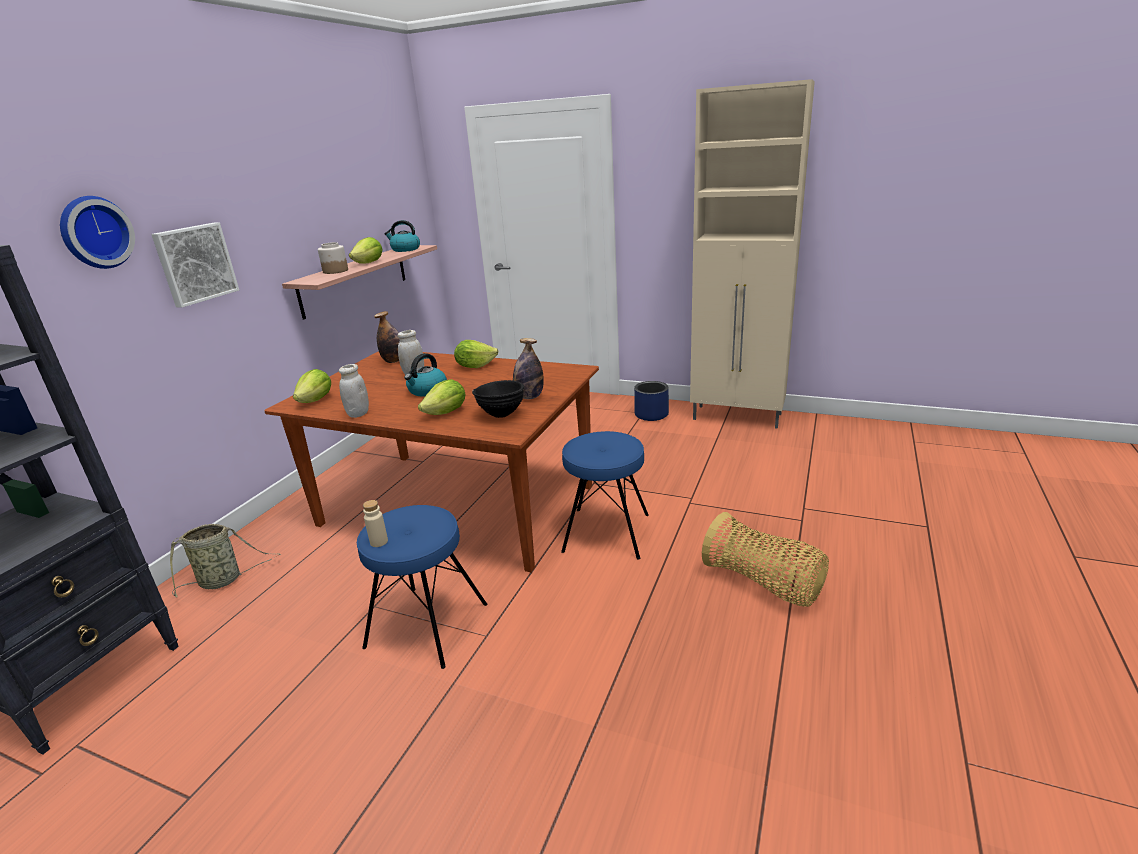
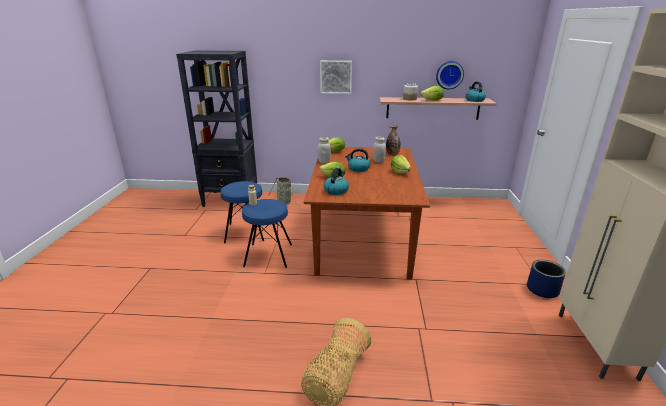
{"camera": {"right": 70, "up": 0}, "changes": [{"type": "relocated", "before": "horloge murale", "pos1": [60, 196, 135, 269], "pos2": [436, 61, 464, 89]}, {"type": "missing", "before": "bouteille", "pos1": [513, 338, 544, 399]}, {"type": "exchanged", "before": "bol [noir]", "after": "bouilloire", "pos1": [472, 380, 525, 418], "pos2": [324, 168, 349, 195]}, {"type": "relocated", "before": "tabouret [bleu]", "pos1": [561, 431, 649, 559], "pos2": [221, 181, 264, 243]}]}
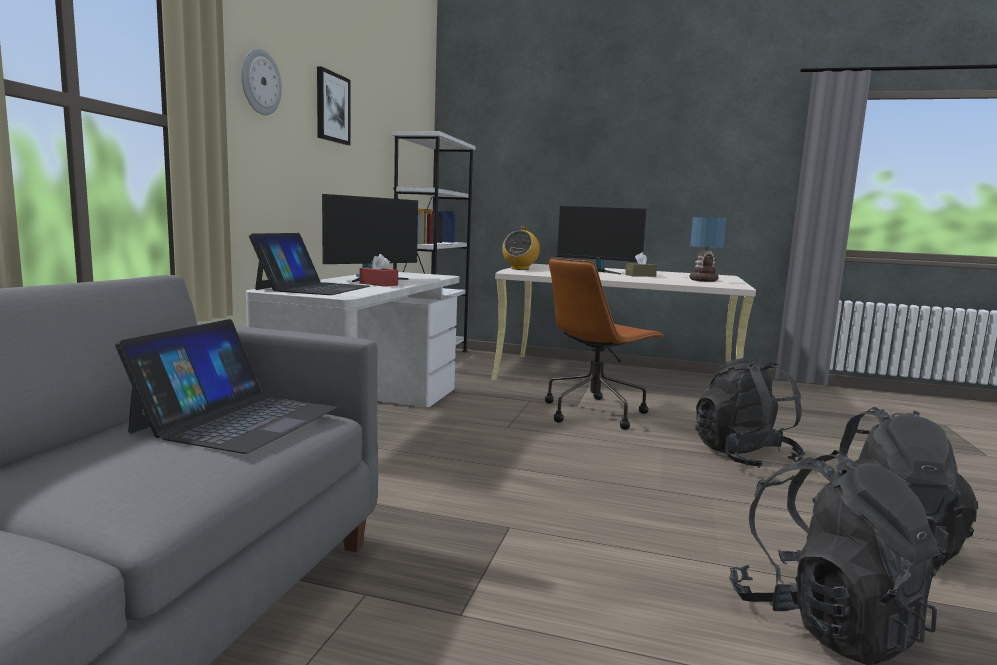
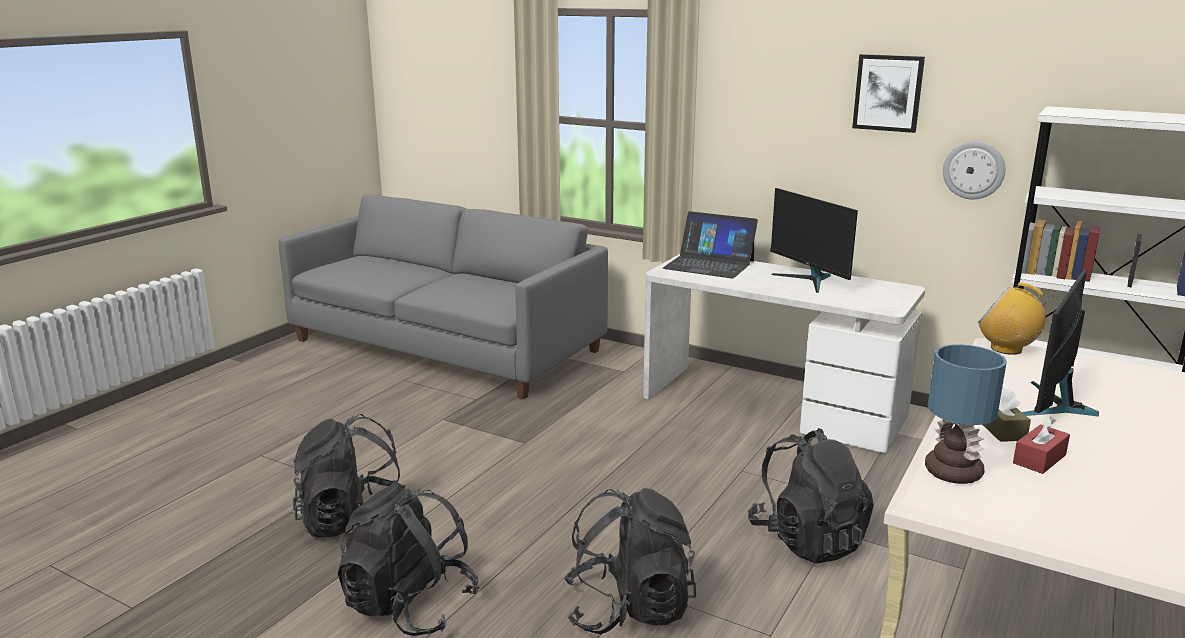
{"camera": {"right": 105, "up": 10}, "changes": [{"type": "relocated", "before": "horloge murale", "pos1": [241, 48, 282, 115], "pos2": [943, 141, 1005, 199]}, {"type": "relocated", "before": "boîte à mouchoirs [rouge]", "pos1": [360, 254, 398, 287], "pos2": [1013, 417, 1070, 474]}, {"type": "exchanged", "before": "chaise de bureau [marron]", "after": "sac à dos [noir]", "pos1": [545, 258, 664, 430], "pos2": [748, 428, 874, 564]}, {"type": "missing", "before": "ordinateur portable", "pos1": [115, 319, 337, 454]}]}
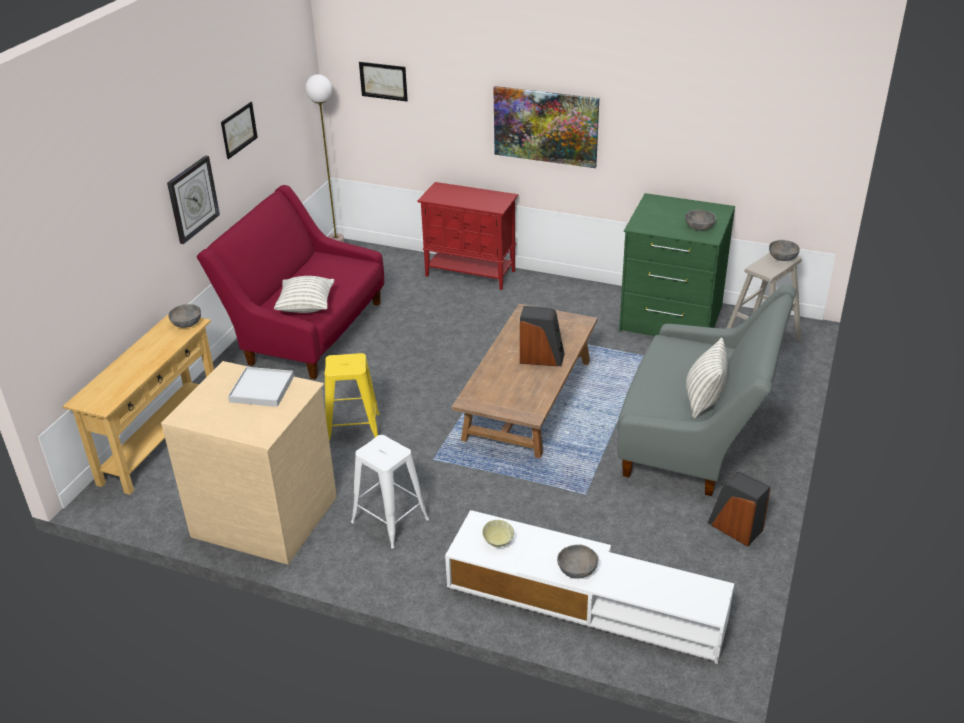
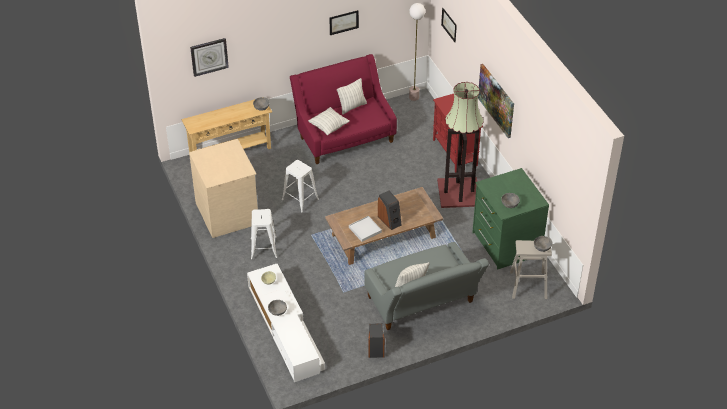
{"camera": {"right": 45, "up": 10}, "changes": [{"type": "relocated", "before": "horloge murale", "pos1": [167, 155, 220, 244], "pos2": [190, 38, 229, 77]}, {"type": "colour", "before": "tabouret [jaune]", "after": "tabouret [blanc]", "pos1": [325, 353, 380, 441], "pos2": [282, 160, 319, 213]}, {"type": "relocated", "before": "plateau [blanc]", "pos1": [228, 367, 294, 407], "pos2": [349, 216, 382, 242]}, {"type": "appeared", "after": "coussin", "pos2": [337, 78, 367, 115]}, {"type": "appeared", "after": "lampadaire", "pos2": [437, 82, 483, 208]}]}
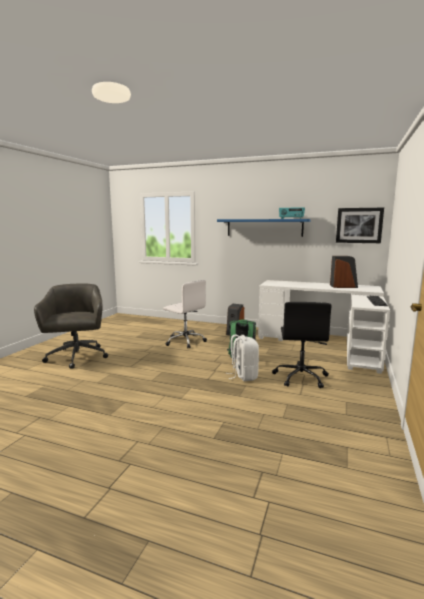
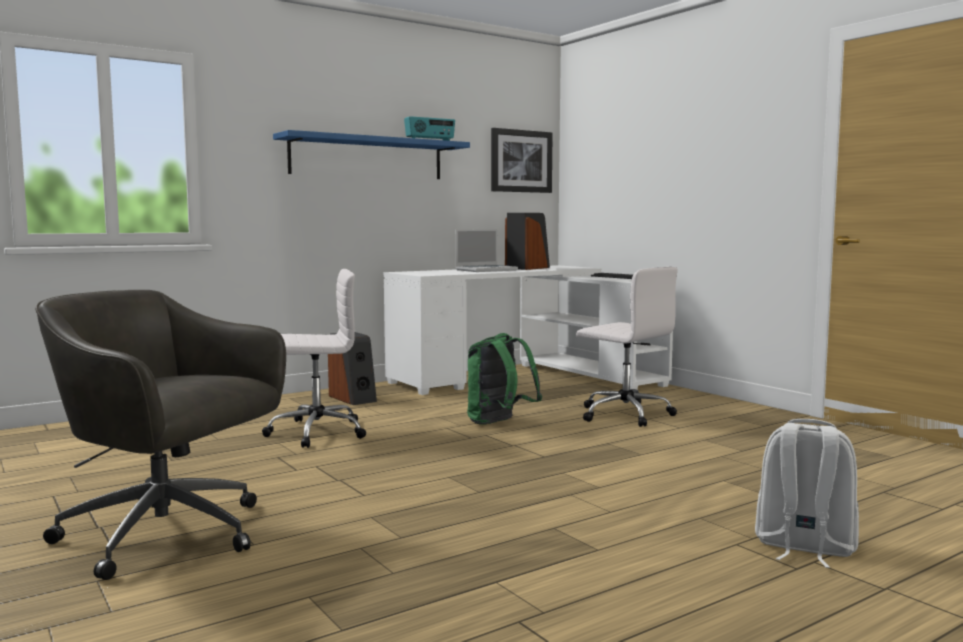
{"camera": {"right": -55, "up": -5}, "changes": [{"type": "colour", "before": "chaise de bureau [noir]", "after": "chaise de bureau [blanc]", "pos1": [272, 302, 331, 388], "pos2": [576, 267, 678, 427]}, {"type": "relocated", "before": "sac à dos [blanc]", "pos1": [226, 334, 259, 381], "pos2": [755, 419, 859, 568]}, {"type": "appeared", "after": "ordinateur portable", "pos2": [455, 229, 518, 272]}]}
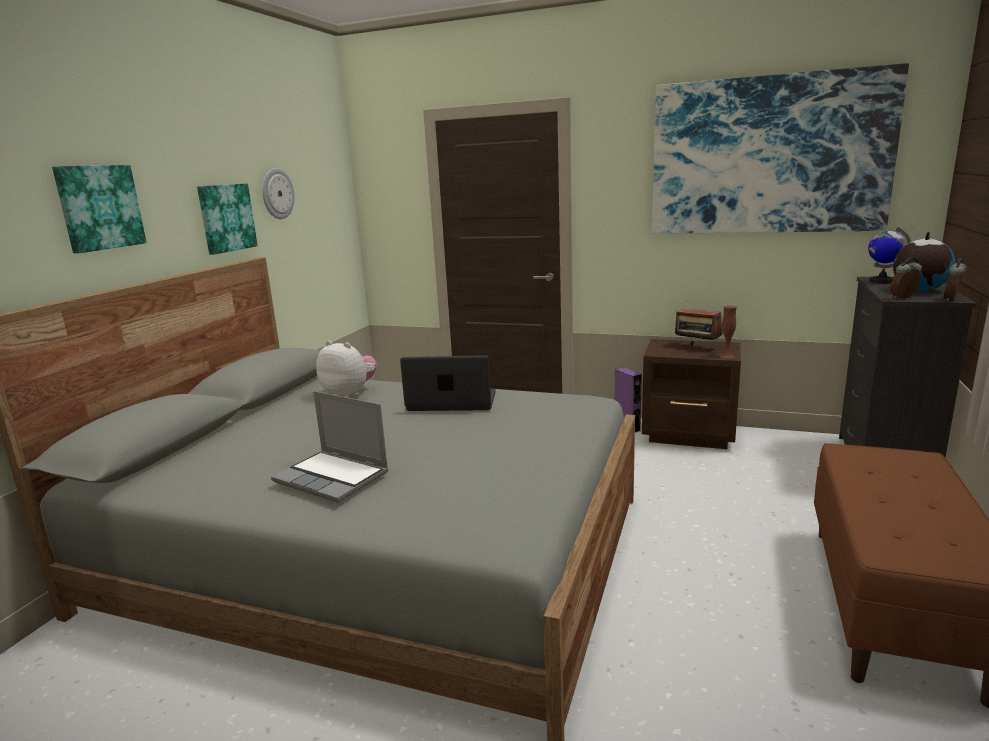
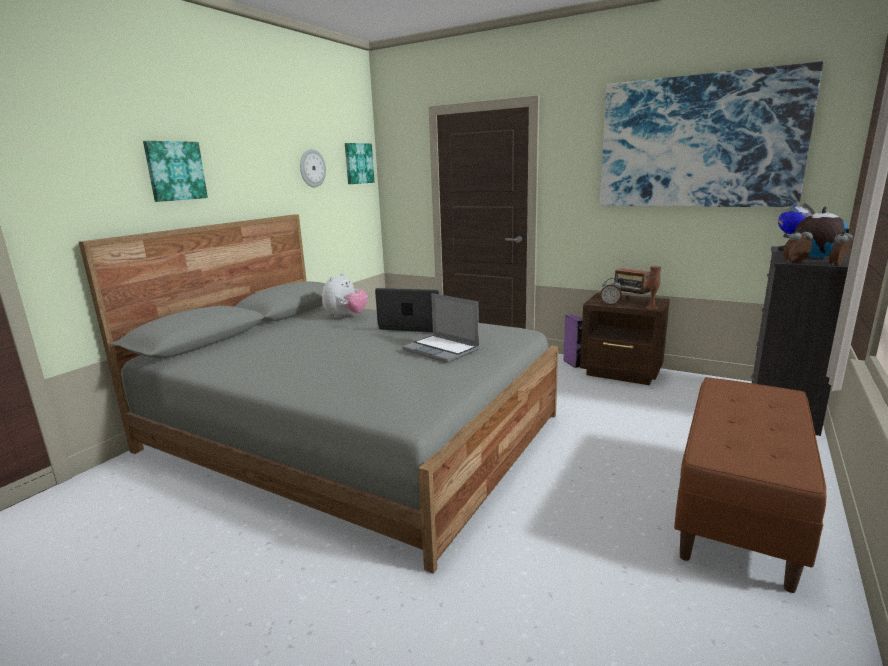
{"camera": {"right": 10, "up": 0}, "changes": [{"type": "relocated", "before": "tableau", "pos1": [197, 184, 258, 254], "pos2": [345, 143, 374, 184]}, {"type": "spun", "before": "peluche", "pos1": [316, 340, 377, 398], "pos2": [322, 273, 368, 318], "turn": 75}, {"type": "relocated", "before": "ordinateur portable", "pos1": [271, 391, 389, 503], "pos2": [402, 293, 479, 363]}, {"type": "appeared", "after": "réveil", "pos2": [600, 278, 622, 305]}]}
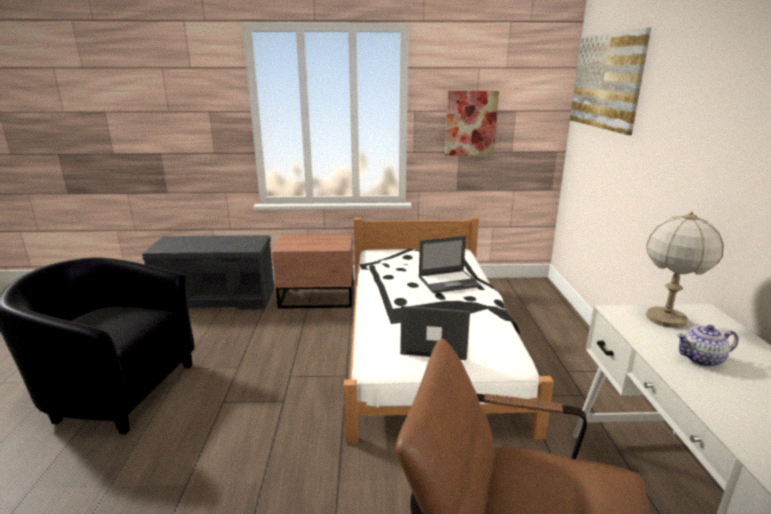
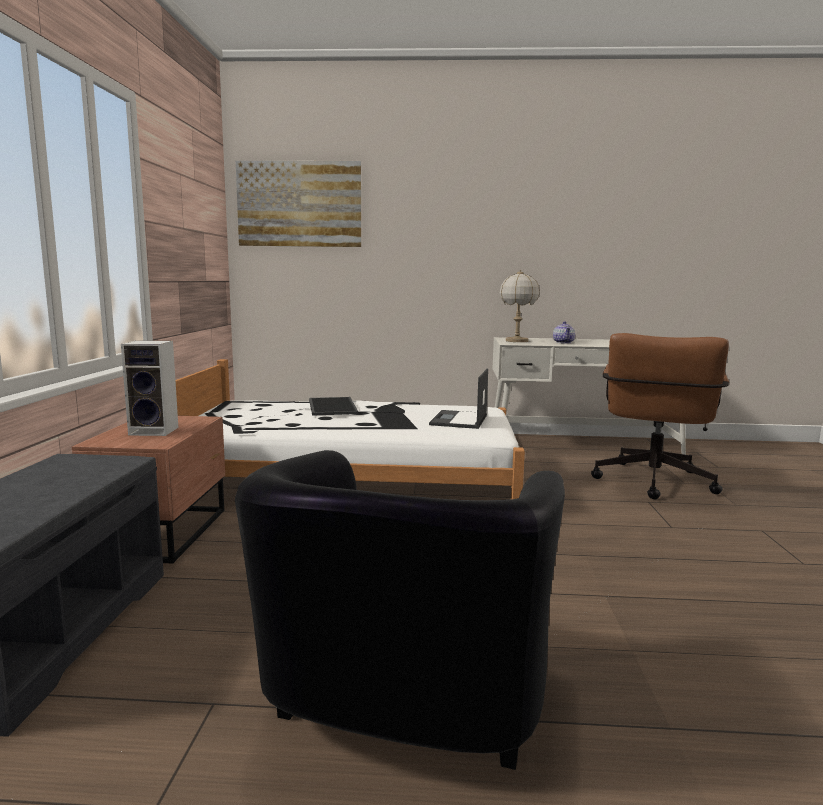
{"camera": {"right": -85, "up": -10}, "changes": [{"type": "missing", "before": "tableau", "pos1": [445, 91, 499, 155]}, {"type": "exchanged", "before": "ordinateur portable", "after": "plateau", "pos1": [419, 236, 480, 293], "pos2": [309, 397, 358, 416]}, {"type": "appeared", "after": "enceinte", "pos2": [121, 340, 178, 436]}]}
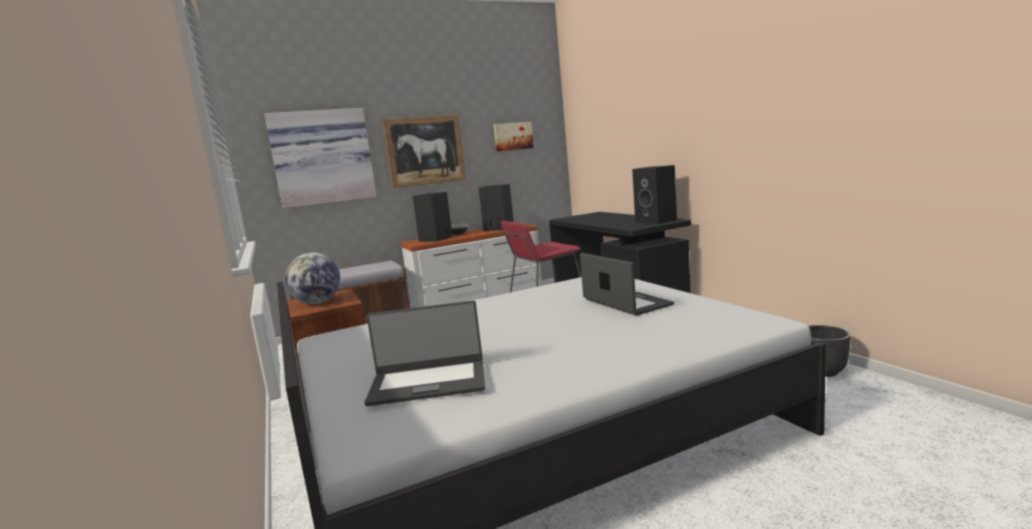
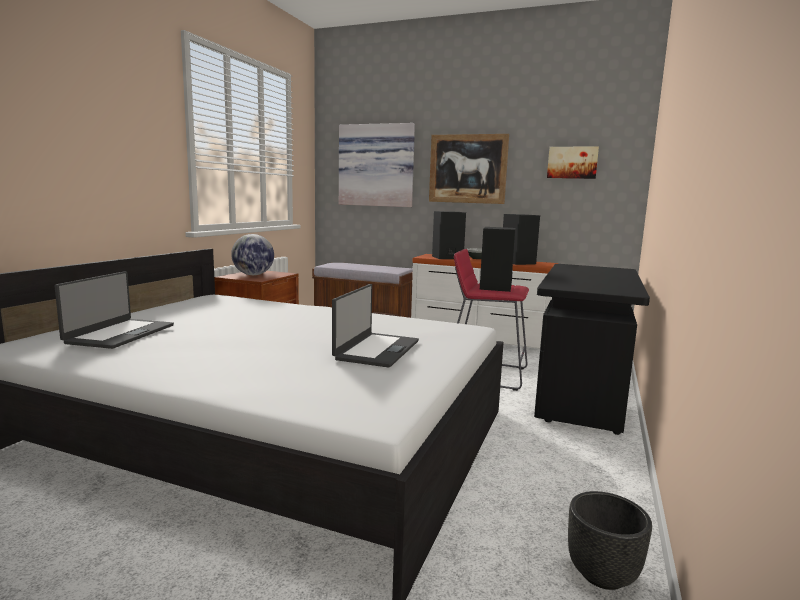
{"camera": {"right": 45, "up": 0}, "changes": [{"type": "relocated", "before": "enceinte [noir]", "pos1": [632, 165, 677, 224], "pos2": [480, 227, 515, 292]}, {"type": "spun", "before": "ordinateur portable", "pos1": [364, 300, 485, 406], "pos2": [55, 271, 174, 349], "turn": -120}]}
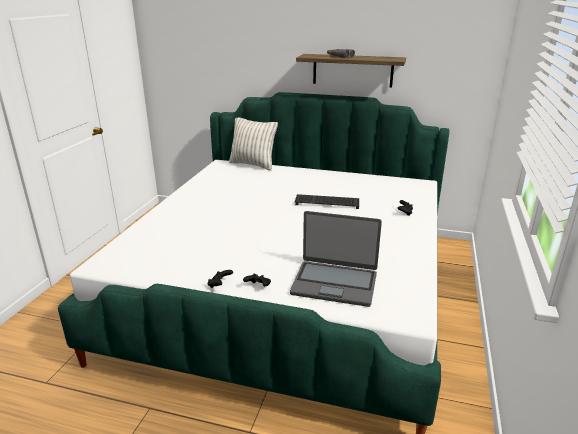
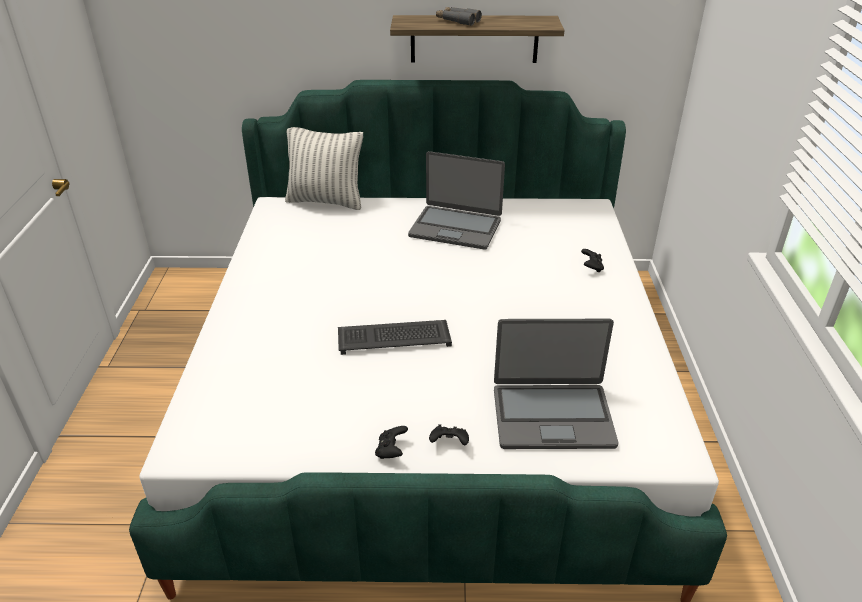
{"camera": {"right": -15, "up": 10}, "changes": [{"type": "relocated", "before": "clavier", "pos1": [294, 194, 359, 209], "pos2": [338, 320, 452, 355]}, {"type": "appeared", "after": "ordinateur portable", "pos2": [408, 151, 505, 250]}]}
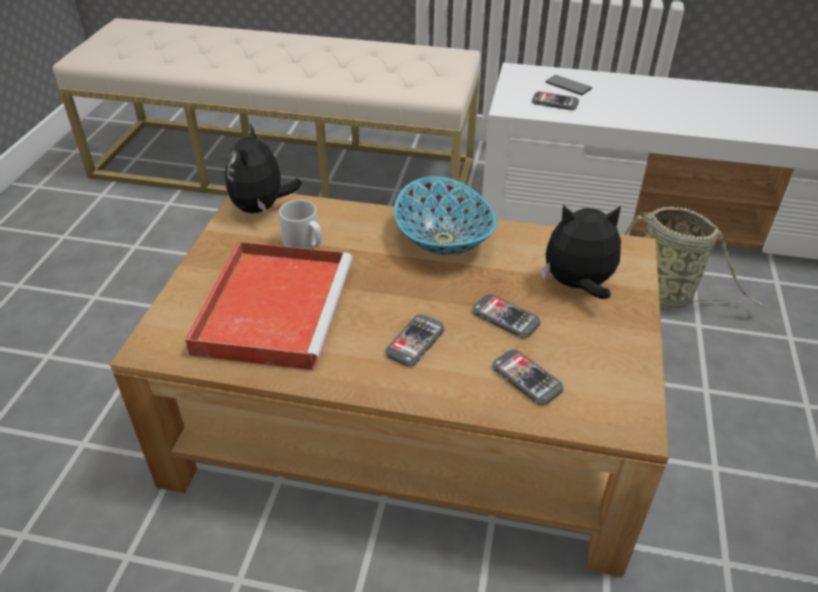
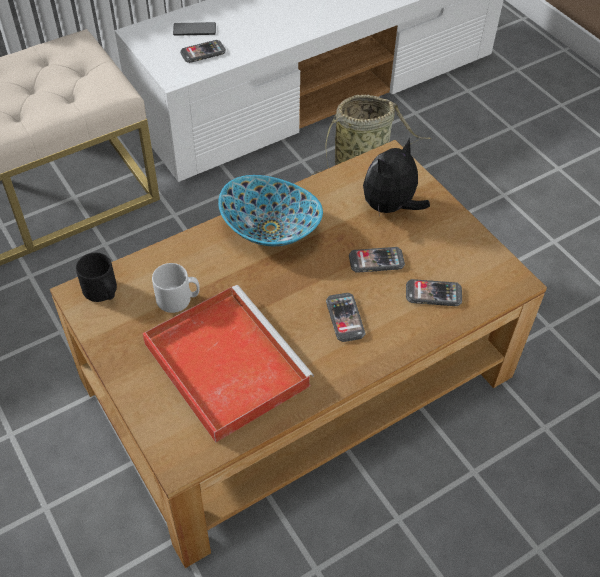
{"camera": {"right": -45, "up": 10}, "changes": [{"type": "exchanged", "before": "peluche", "after": "mug [noir]", "pos1": [225, 123, 302, 213], "pos2": [76, 253, 117, 302]}]}
